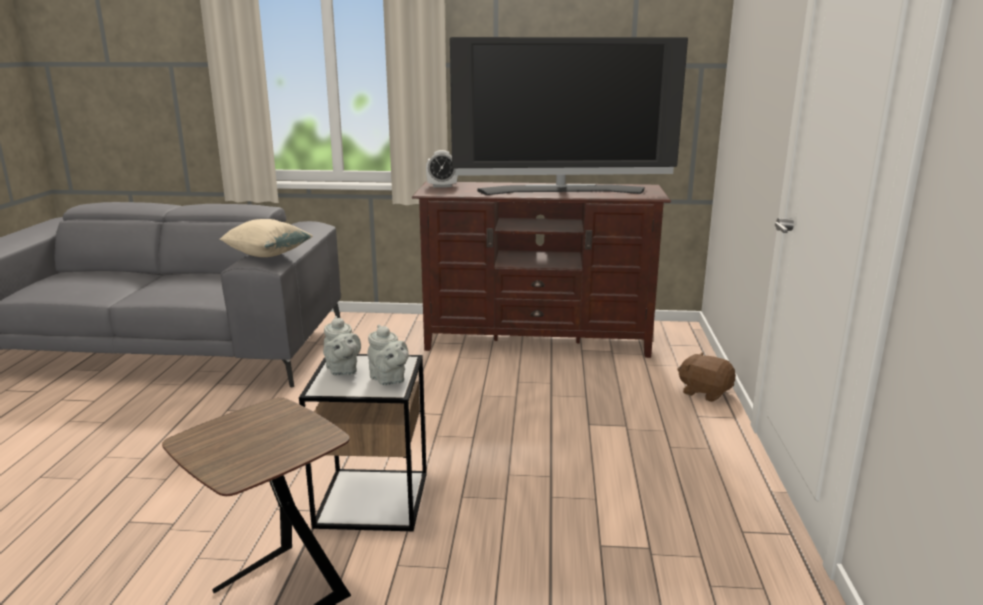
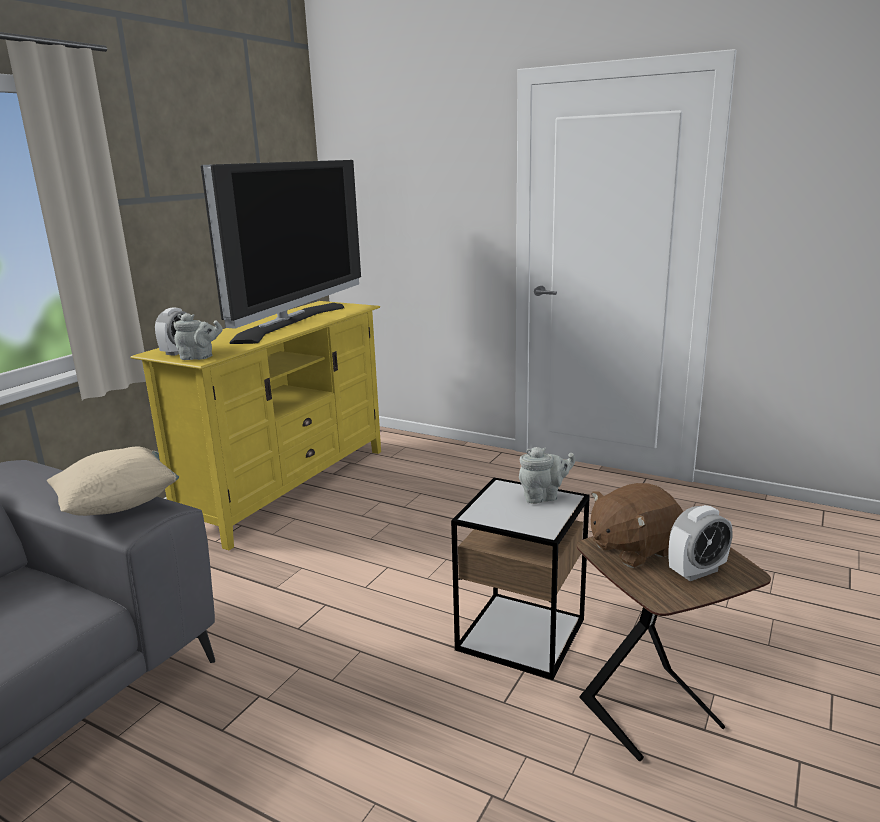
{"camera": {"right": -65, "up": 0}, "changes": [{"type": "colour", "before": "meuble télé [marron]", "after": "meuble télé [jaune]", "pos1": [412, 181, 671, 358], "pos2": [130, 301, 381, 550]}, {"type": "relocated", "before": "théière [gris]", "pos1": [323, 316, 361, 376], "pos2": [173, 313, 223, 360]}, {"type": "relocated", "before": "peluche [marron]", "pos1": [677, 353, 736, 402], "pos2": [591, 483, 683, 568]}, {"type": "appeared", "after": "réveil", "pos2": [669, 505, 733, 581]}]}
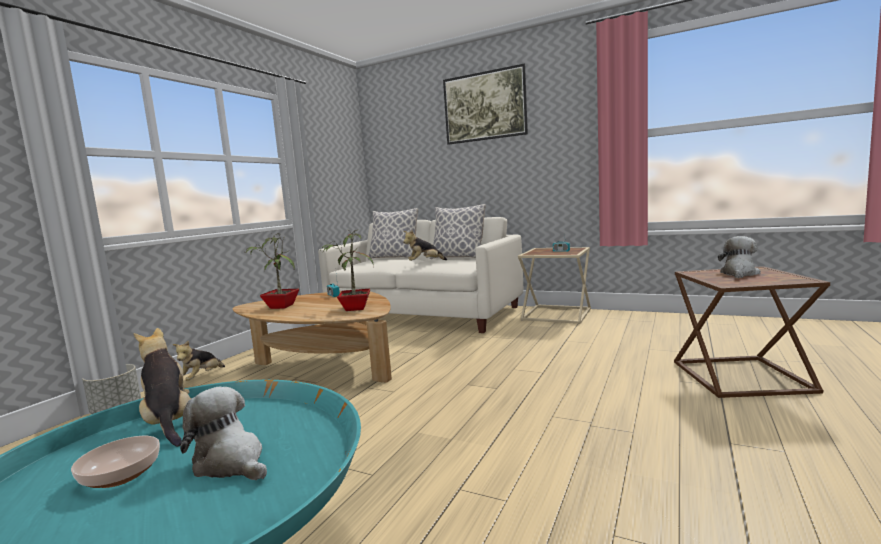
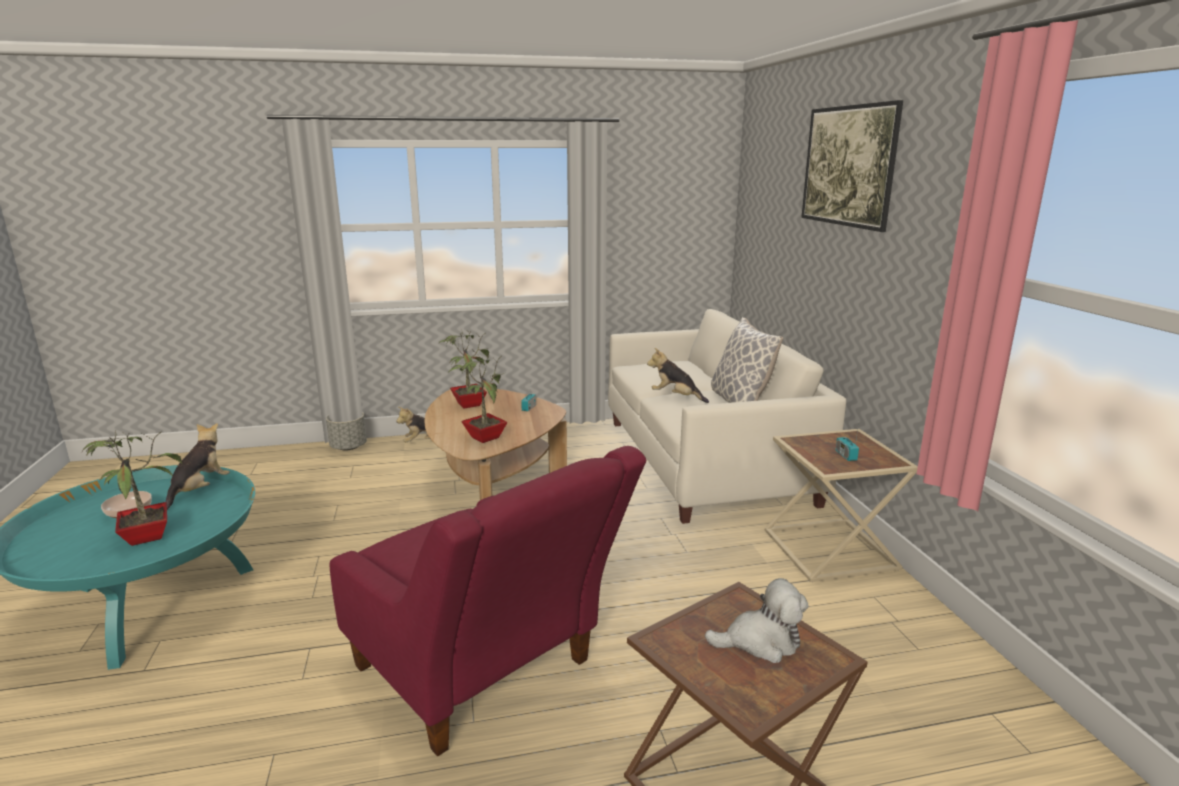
{"camera": {"right": 50, "up": 10}, "changes": [{"type": "missing", "before": "coussin", "pos1": [368, 208, 418, 260]}, {"type": "exchanged", "before": "peluche", "after": "plante en pot", "pos1": [180, 387, 267, 480], "pos2": [82, 430, 183, 546]}, {"type": "appeared", "after": "fauteuil [rouge]", "pos2": [330, 446, 646, 756]}]}
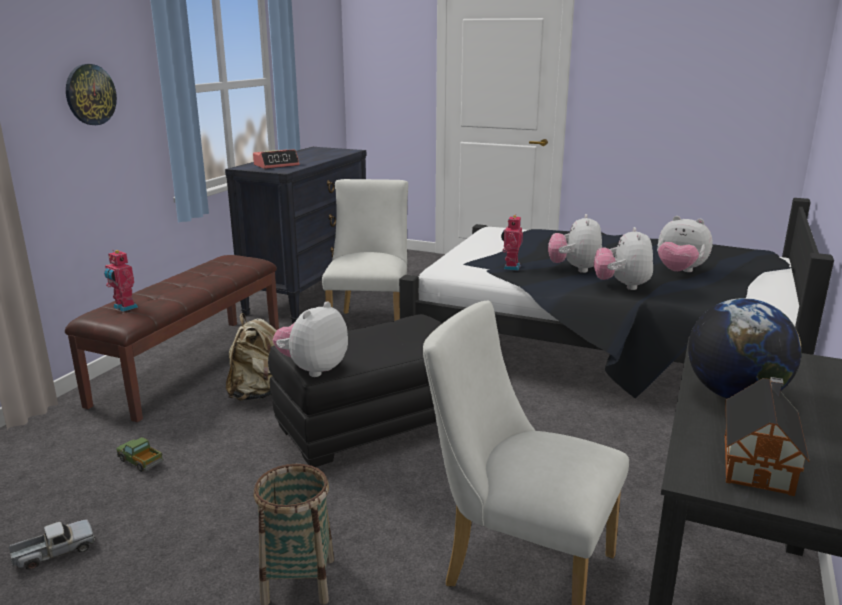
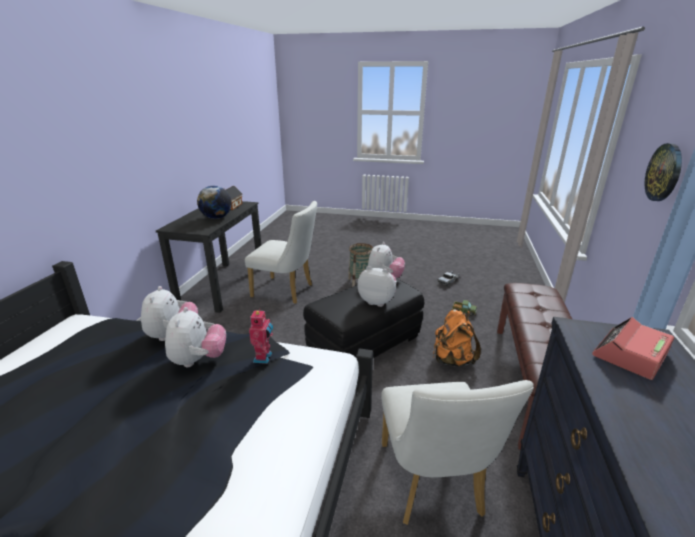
{"camera": {"right": 170, "up": 5}, "changes": [{"type": "relocated", "before": "peluche", "pos1": [657, 216, 713, 272], "pos2": [358, 266, 397, 307]}, {"type": "missing", "before": "robot jouet", "pos1": [104, 250, 138, 312]}, {"type": "colour", "before": "sac à dos [beige]", "after": "sac à dos [orange]", "pos1": [226, 313, 277, 401], "pos2": [433, 309, 481, 367]}]}
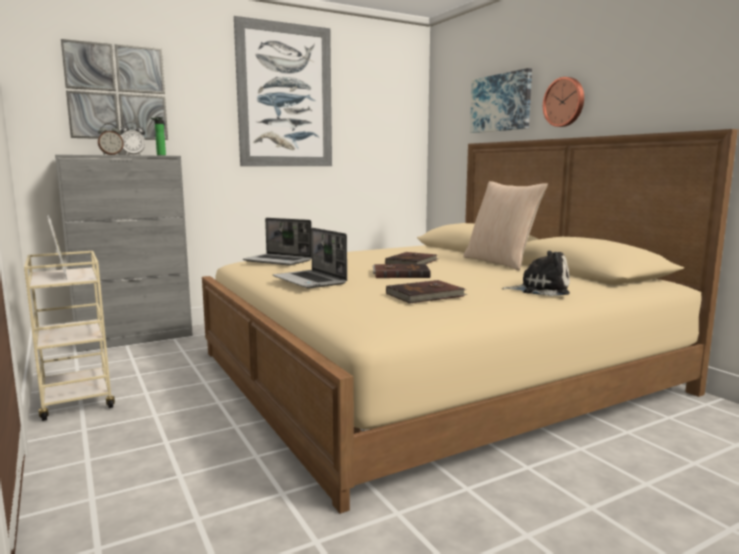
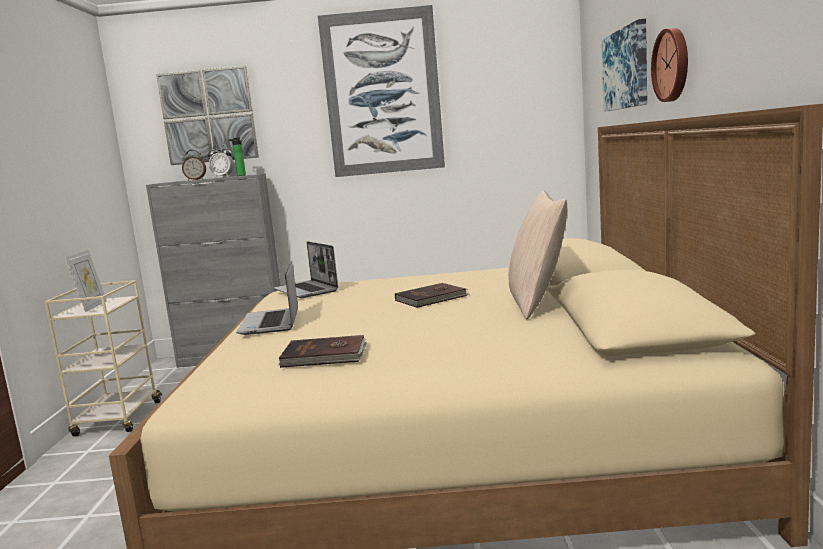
{"camera": {"right": 30, "up": 0}, "changes": [{"type": "missing", "before": "peluche", "pos1": [501, 251, 570, 296]}, {"type": "missing", "before": "livre [marron]", "pos1": [373, 264, 430, 278]}]}
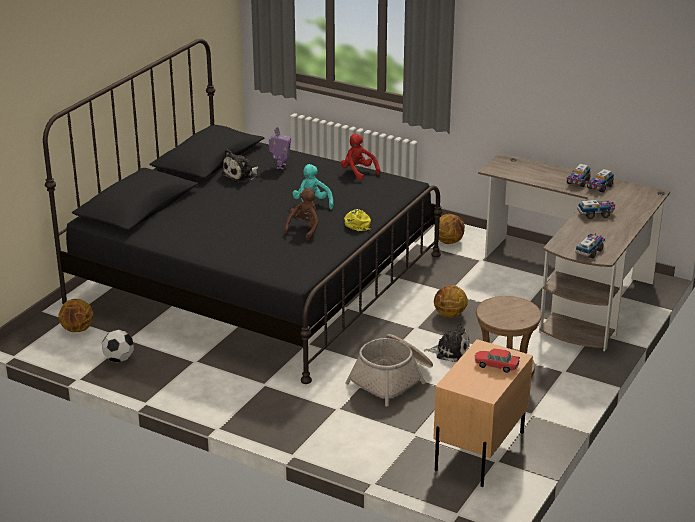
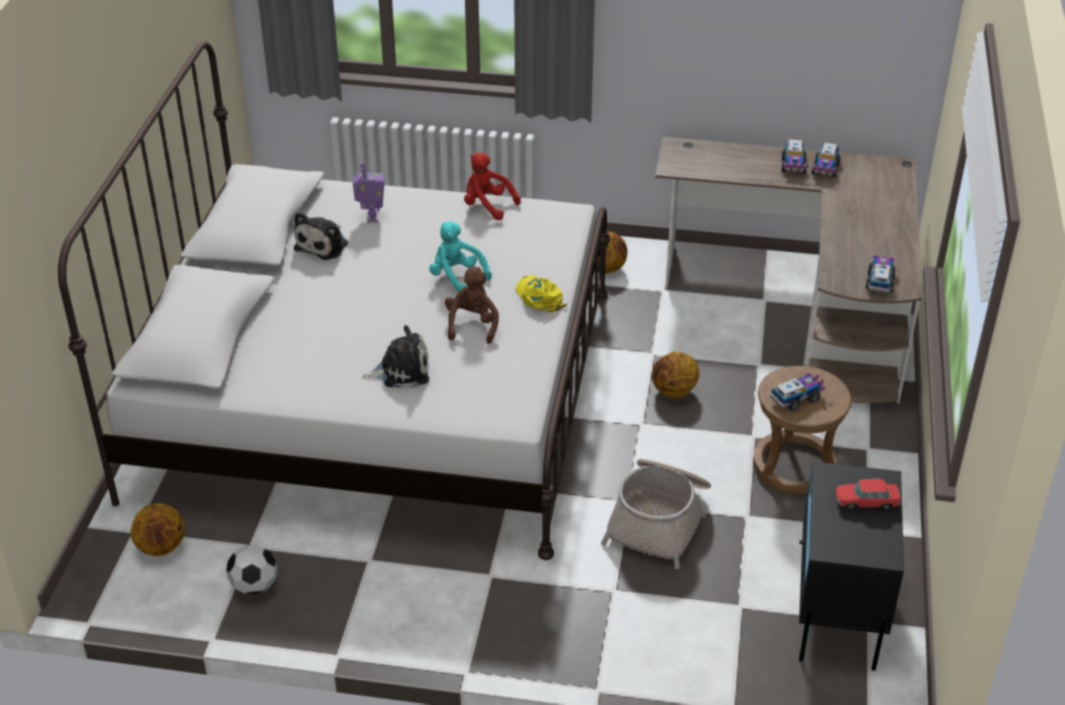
{"camera": {"right": -20, "up": 10}, "changes": [{"type": "colour", "before": "lit [noir]", "after": "lit [blanc]", "pos1": [43, 39, 443, 384], "pos2": [58, 41, 610, 560]}, {"type": "relocated", "before": "camion jouet", "pos1": [577, 200, 615, 219], "pos2": [770, 372, 825, 411]}, {"type": "relocated", "before": "peluche", "pos1": [424, 323, 470, 362], "pos2": [362, 325, 429, 388]}, {"type": "colour", "before": "table de chevet [beige]", "after": "table de chevet [noir]", "pos1": [433, 339, 533, 487], "pos2": [799, 461, 904, 671]}]}
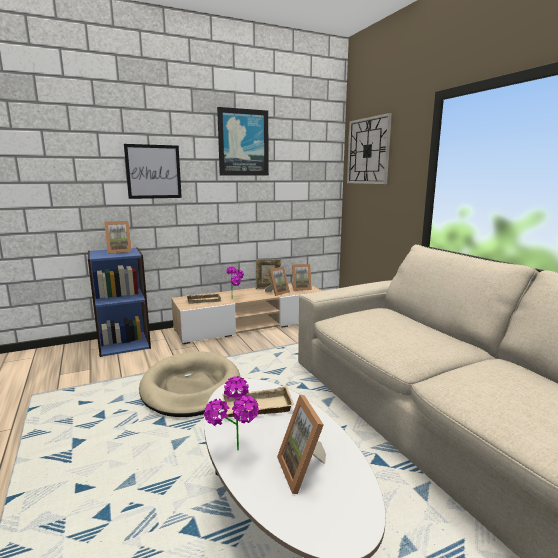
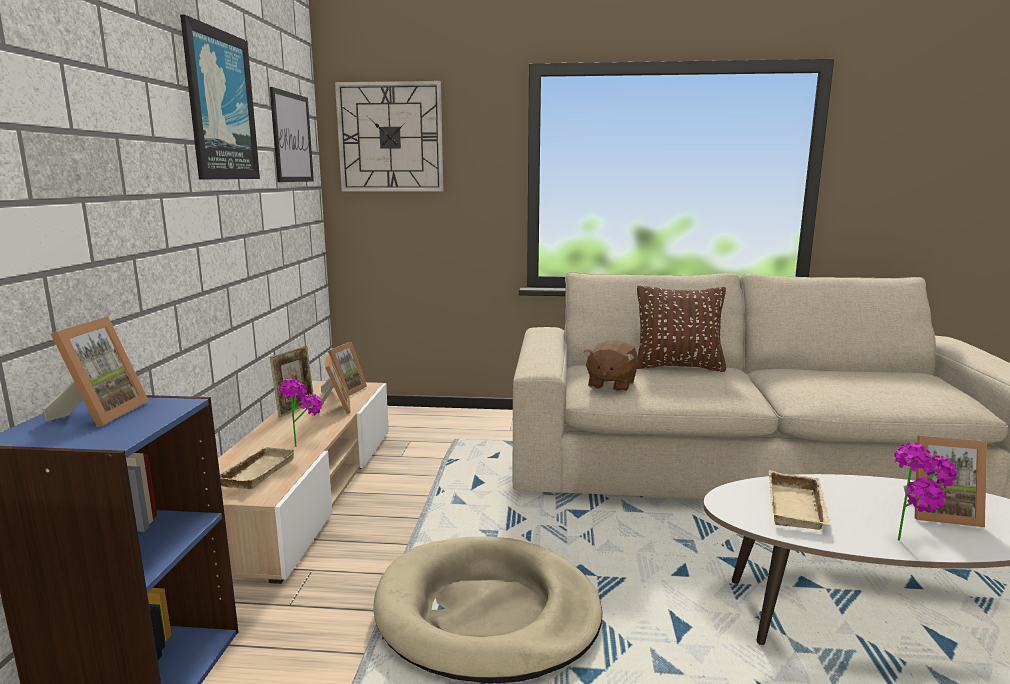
{"camera": {"right": -60, "up": 0}, "changes": [{"type": "relocated", "before": "tableau", "pos1": [124, 144, 182, 199], "pos2": [270, 87, 314, 182]}, {"type": "appeared", "after": "coussin [marron]", "pos2": [637, 286, 726, 372]}, {"type": "appeared", "after": "peluche [marron]", "pos2": [584, 340, 638, 392]}]}
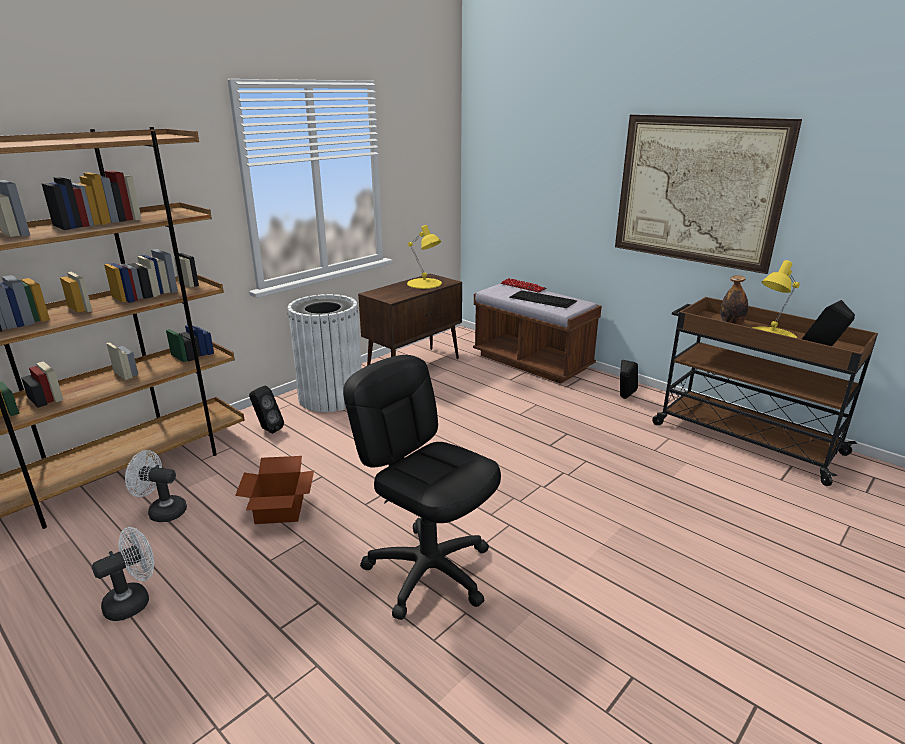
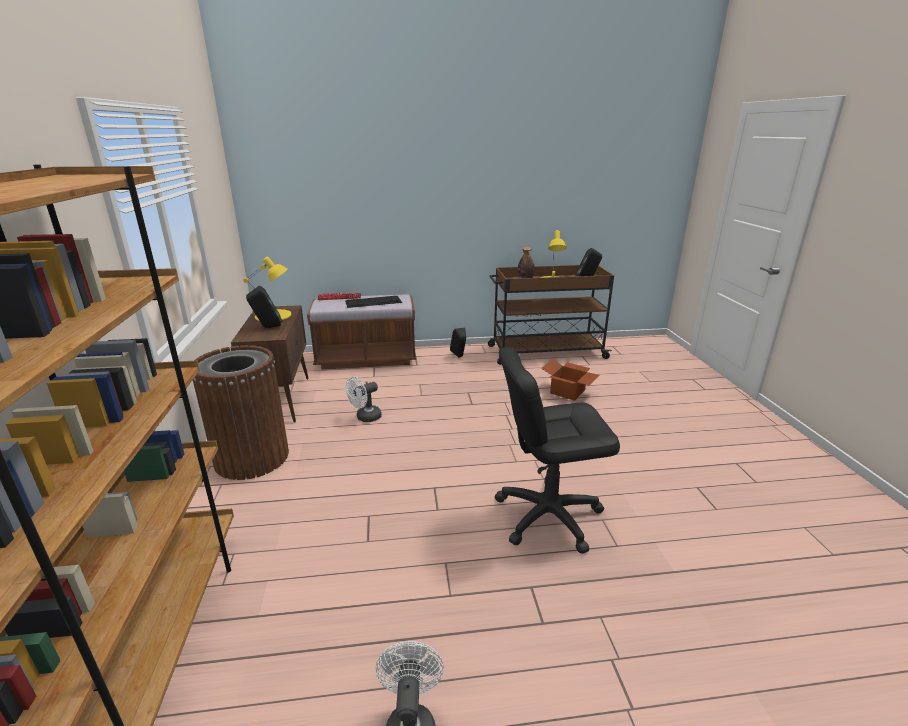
{"camera": {"right": -50, "up": 0}, "changes": [{"type": "missing", "before": "tableau", "pos1": [615, 114, 802, 274]}, {"type": "colour", "before": "poubelle [blanc]", "after": "poubelle [marron]", "pos1": [287, 294, 362, 412], "pos2": [193, 345, 289, 480]}, {"type": "relocated", "before": "enceinte [noir]", "pos1": [249, 386, 284, 434], "pos2": [246, 286, 282, 328]}, {"type": "relocated", "before": "ventilateur [blanc]", "pos1": [125, 450, 187, 522], "pos2": [346, 376, 382, 422]}, {"type": "relocated", "before": "carton", "pos1": [235, 456, 314, 524], "pos2": [541, 359, 600, 401]}]}
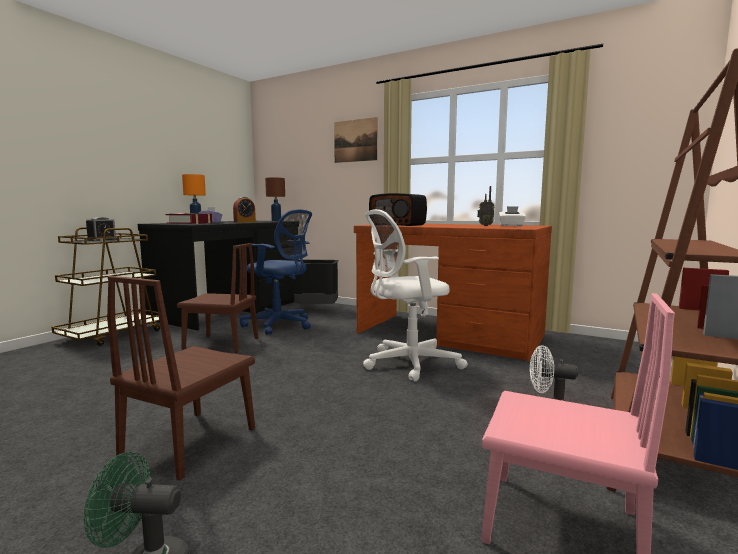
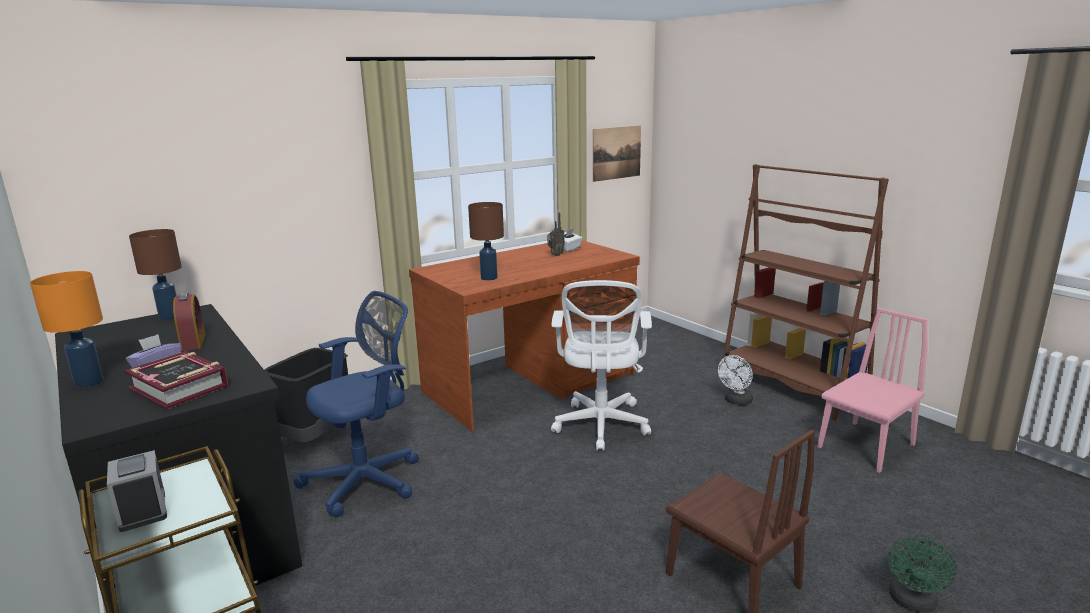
{"camera": {"right": -65, "up": 10}, "changes": [{"type": "relocated", "before": "tableau", "pos1": [334, 117, 378, 163], "pos2": [593, 126, 641, 182]}, {"type": "exchanged", "before": "radio", "after": "lampe de table [marron]", "pos1": [369, 193, 427, 226], "pos2": [468, 202, 504, 281]}, {"type": "missing", "before": "chaise [marron]", "pos1": [177, 243, 258, 353]}]}
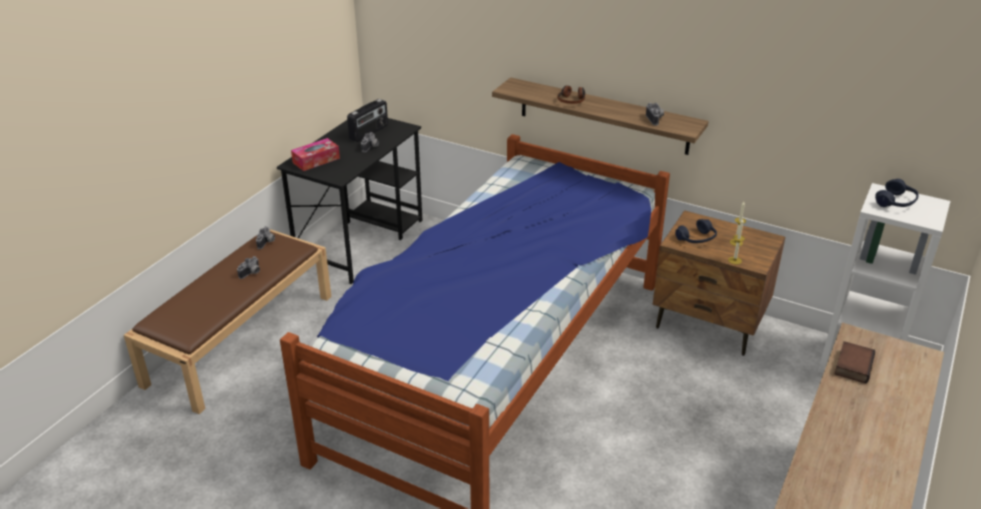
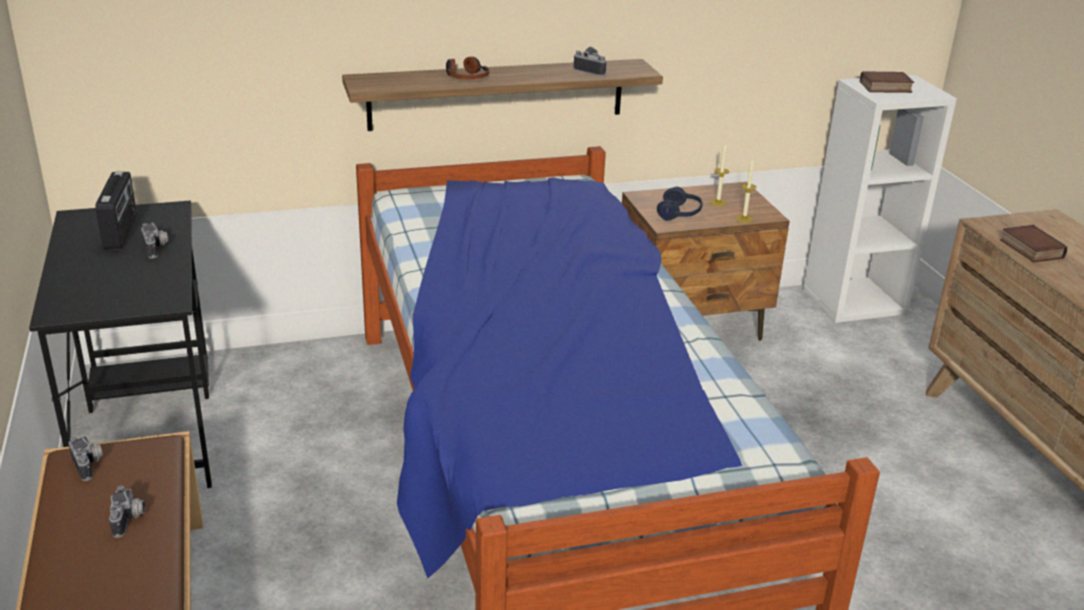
{"camera": {"right": -45, "up": -5}, "changes": [{"type": "missing", "before": "boîte à mouchoirs", "pos1": [291, 138, 340, 171]}, {"type": "exchanged", "before": "casque audio [bleu]", "after": "livre", "pos1": [875, 179, 918, 207], "pos2": [860, 71, 914, 93]}]}
